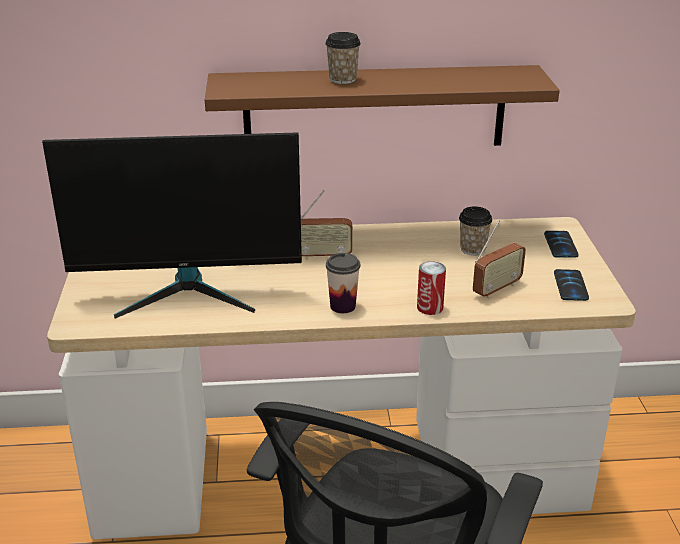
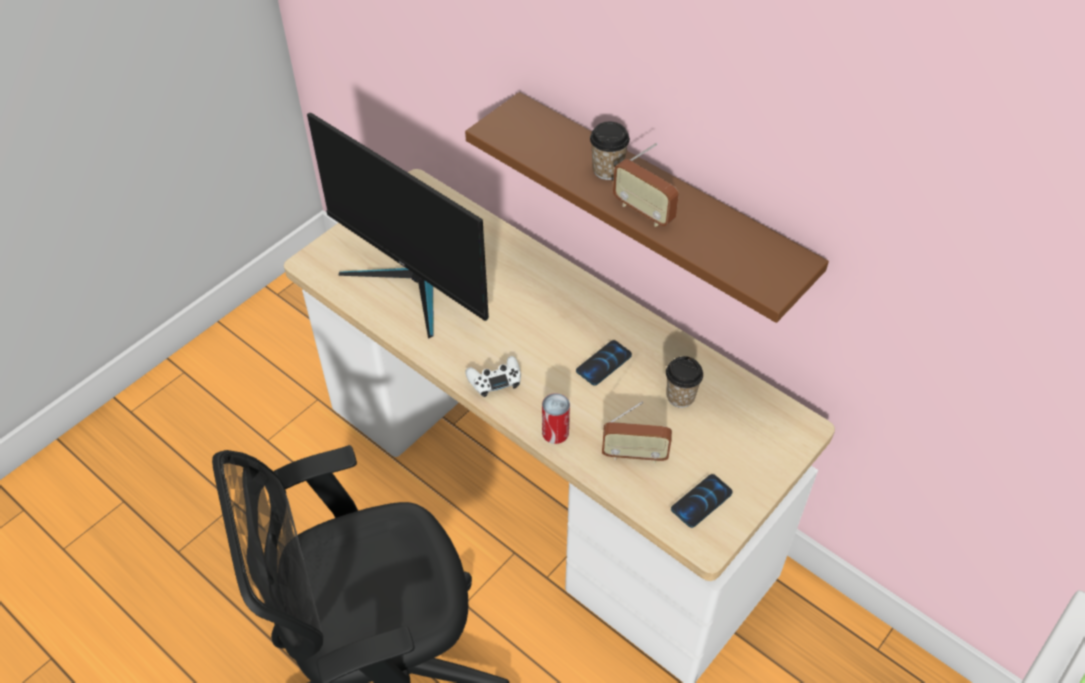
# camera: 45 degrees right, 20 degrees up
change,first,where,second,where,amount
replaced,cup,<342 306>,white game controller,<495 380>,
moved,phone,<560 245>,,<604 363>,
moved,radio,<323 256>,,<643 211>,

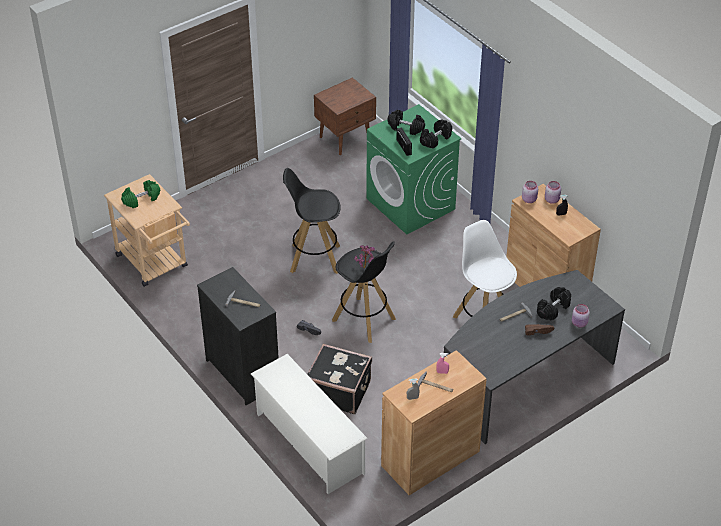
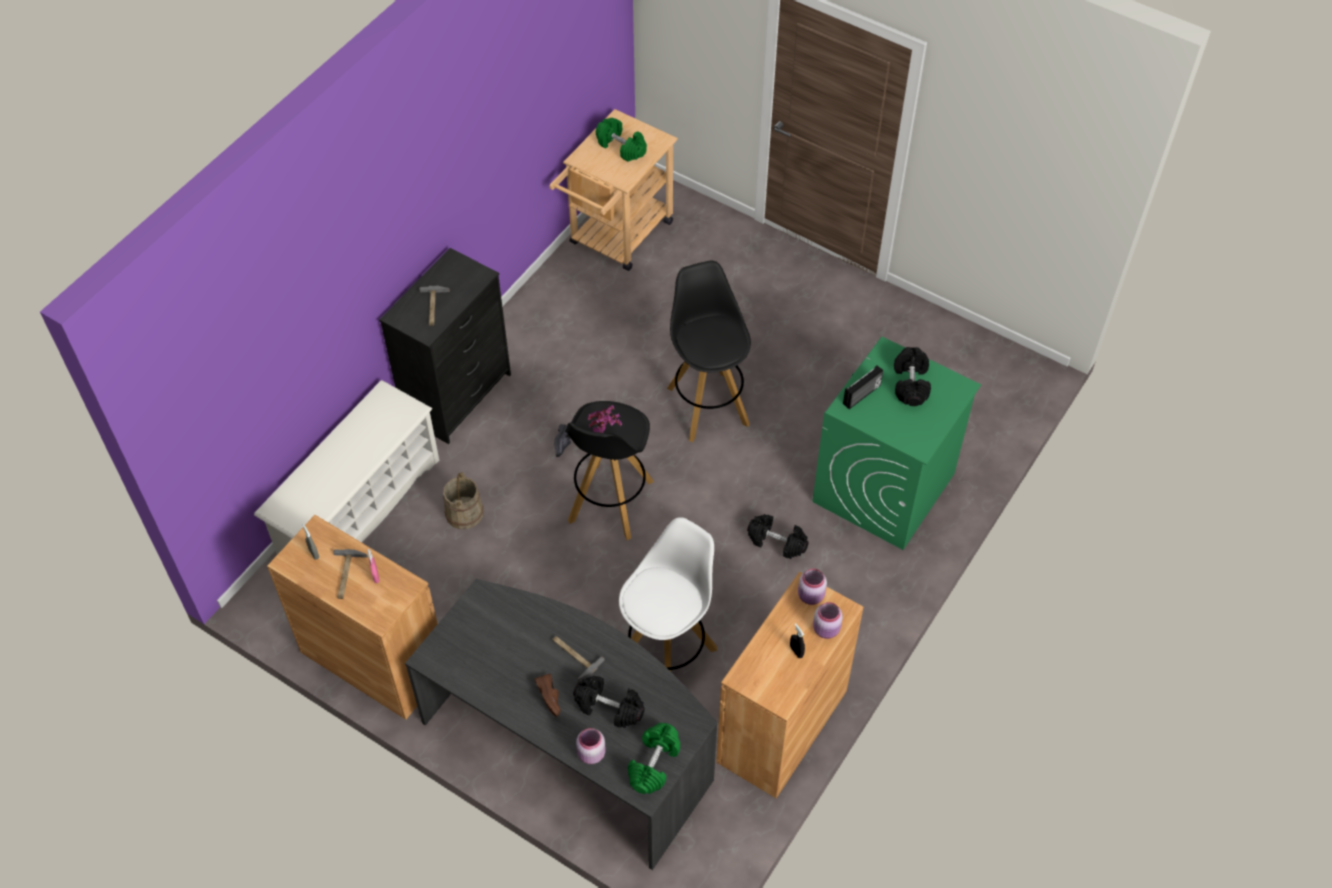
# camera: 70 degrees right, 10 degrees up
change,first,where,second,where,amount
replaced,black suitcase,<339 390>,beige bucket,<464 513>,
added,,,green dumbbell,<654 763>,
moved,black dumbbell,<435 139>,,<777 542>,
removed,brown nightstand,<345 138>,,,

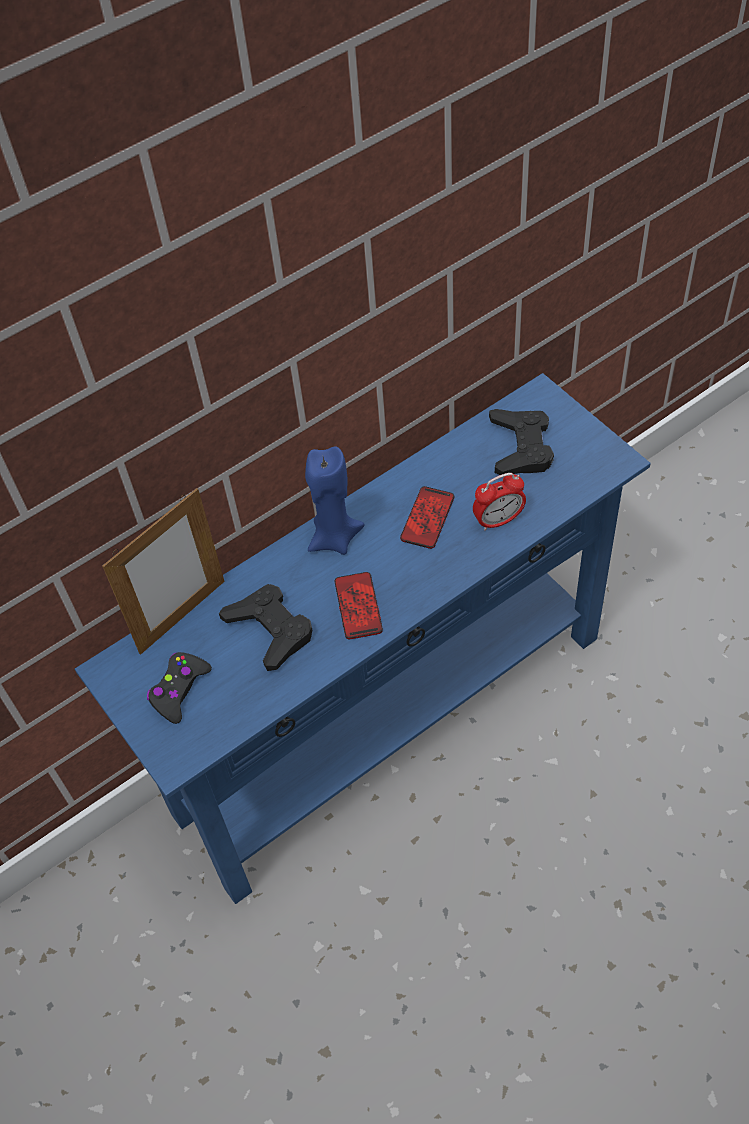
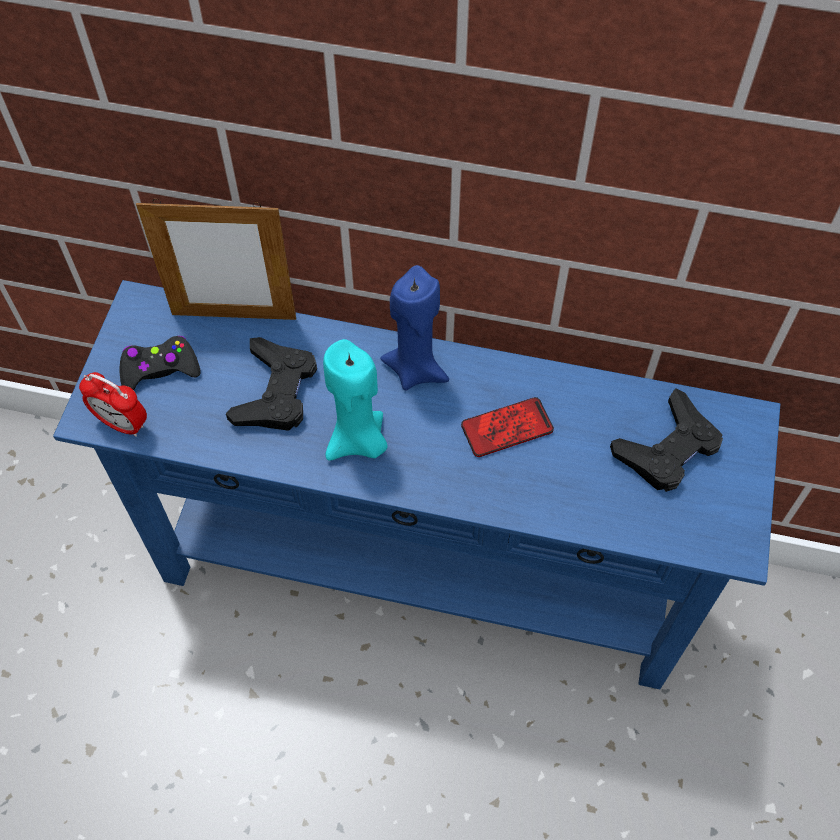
# camera: 45 degrees right, 5 degrees up
change,first,where,second,where,amount
moved,alarm clock,<498 520>,,<122 423>,
replaced,phone,<358 606>,turquoise candle,<359 442>,

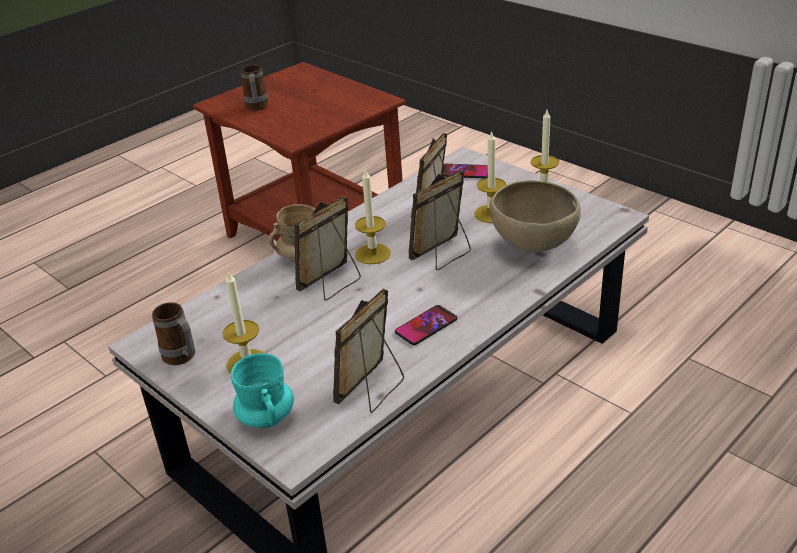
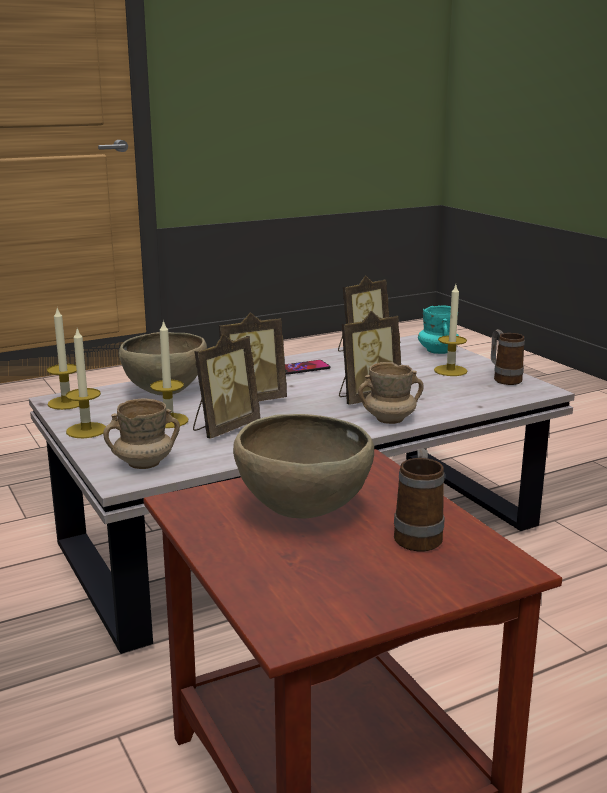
# camera: 165 degrees left, 15 degrees down
change,first,where,second,where,amount
moved,candle,<372 254>,,<66 403>,
replaced,phone,<464 172>,beige mug,<144 464>,
added,,,brown bowl,<303 514>,

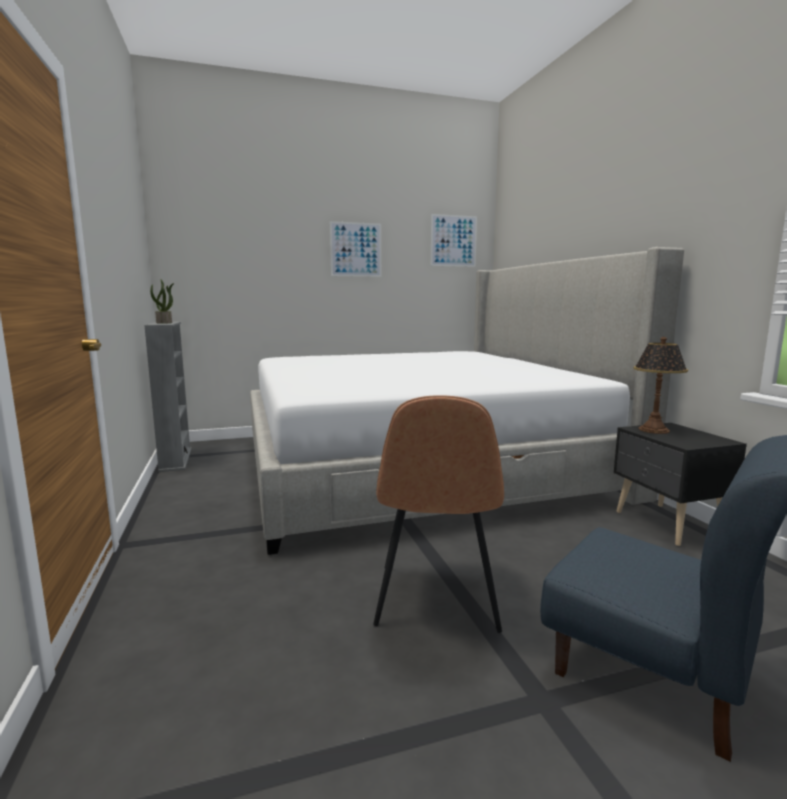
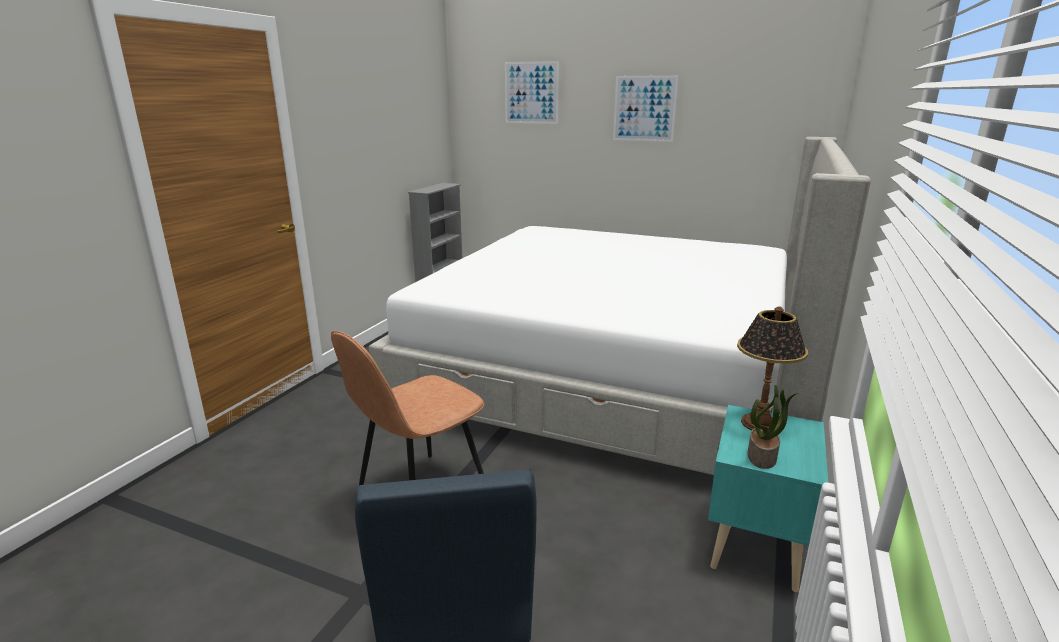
# camera: 40 degrees right, 10 degrees up
change,first,where,second,where,amount
moved,picture,<453 241>,,<531 93>,
recoloured,black nightstand,<667 525>,turquoise nightstand,<753 544>,
moved,potted plant,<164 323>,,<762 457>,

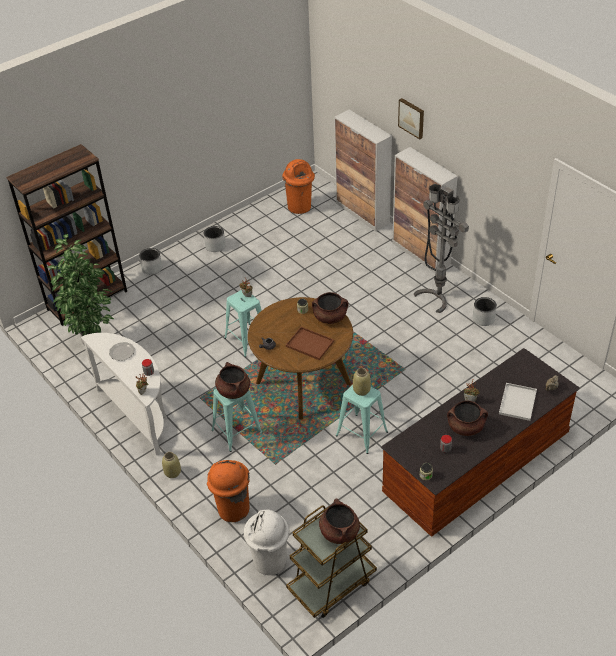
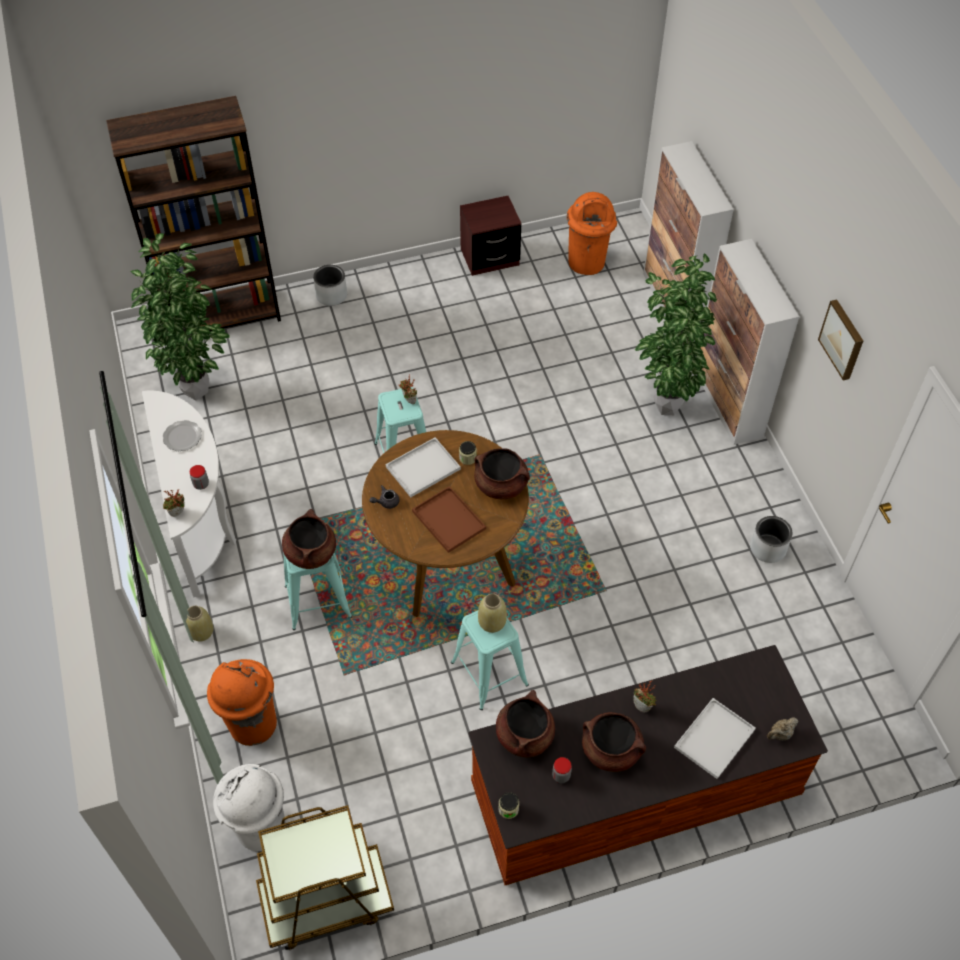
# camera: 20 degrees right, 10 degrees up
change,first,where,second,where,amount
added,,,white tray,<422 469>,
added,,,brown nightstand,<490 257>,
moved,brown cooking pot,<339 532>,,<524 735>,
added,,,potted plant,<664 405>,
moved,picture,<412 118>,,<843 339>,
removed,grey planter,<215 246>,,,
removed,grey floor lamp,<437 296>,,,

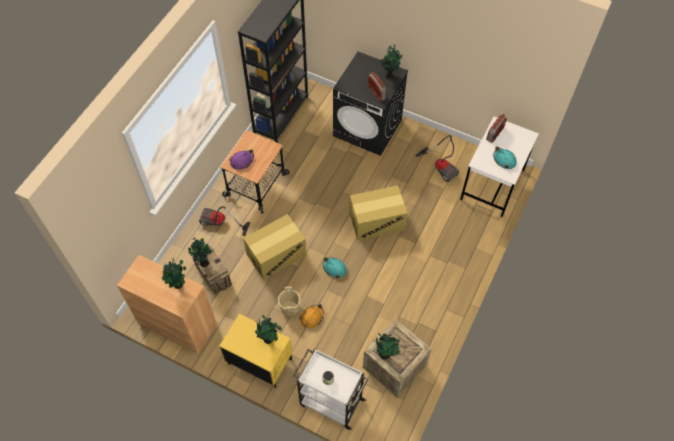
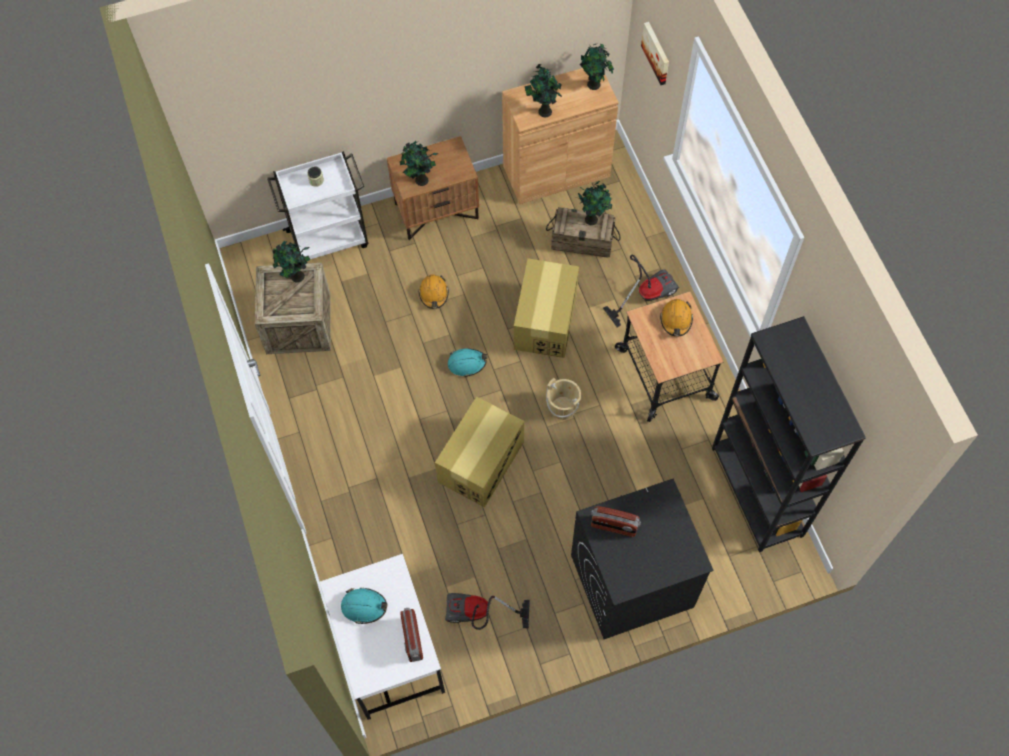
# camera: 135 degrees right, 5 degrees up
change,first,where,second,where,amount
recoloured,yellow nightstand,<259 362>,brown nightstand,<436 210>,
moved,beige bucket,<290 308>,,<563 407>,
moved,potted plant,<389 76>,,<594 85>,
added,,,picture,<657 53>,
recoloured,purple hard hat,<242 161>,orange hard hat,<676 320>,

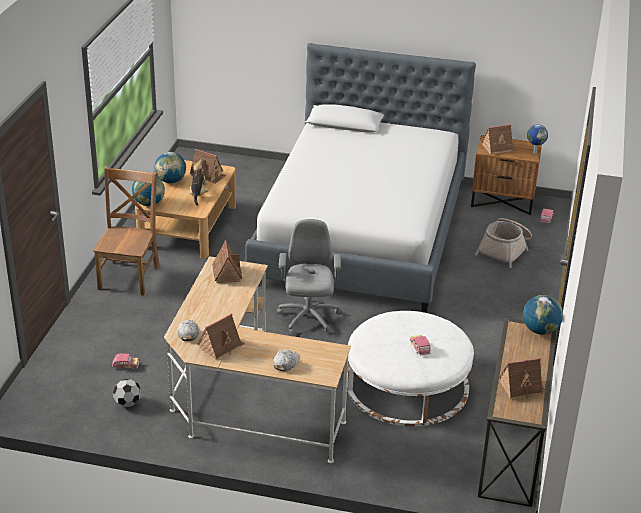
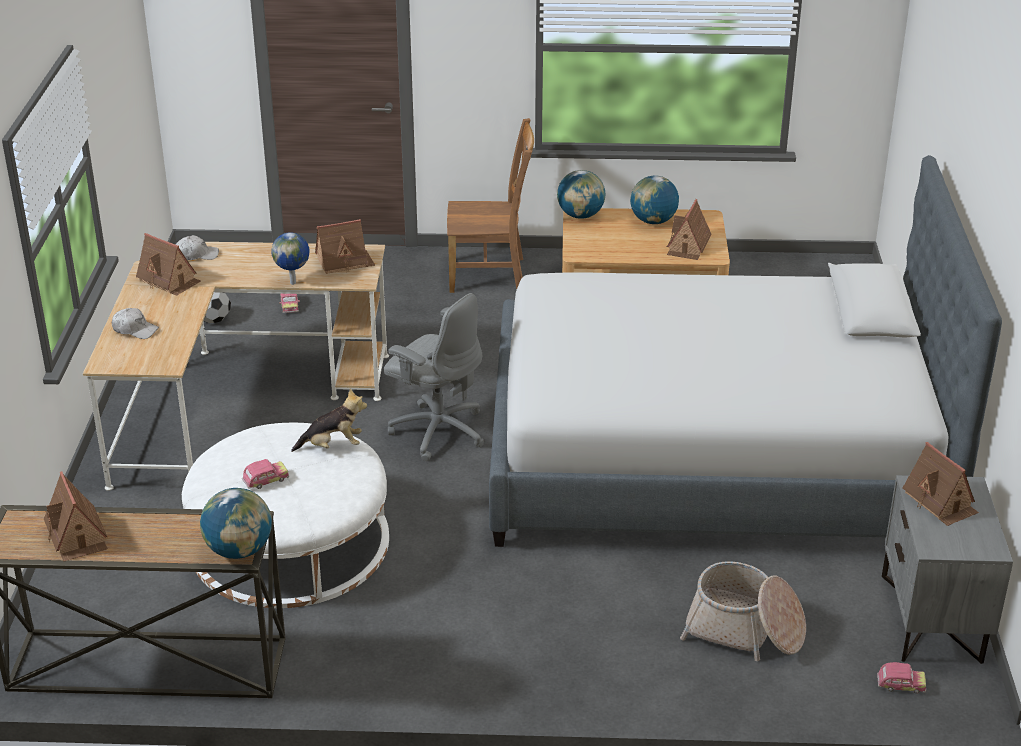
# camera: 80 degrees right, 0 degrees up
change,first,where,second,where,amount
moved,globe,<534 152>,,<294 282>,
moved,plush toy,<198 194>,,<333 446>,
turned,grey office chair,<308 319>,,<438 431>,45 degrees clockwise
recoloured,brown nightstand,<503 201>,grey nightstand,<933 619>,

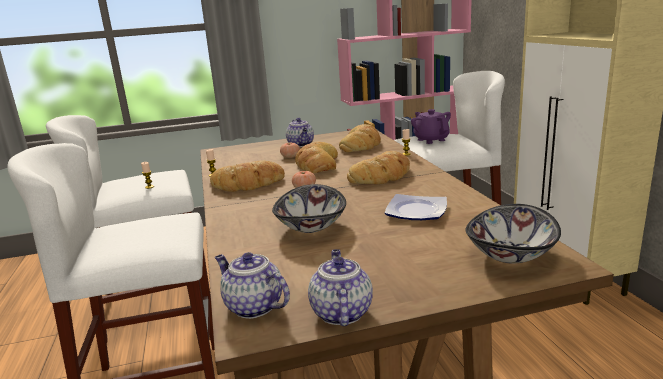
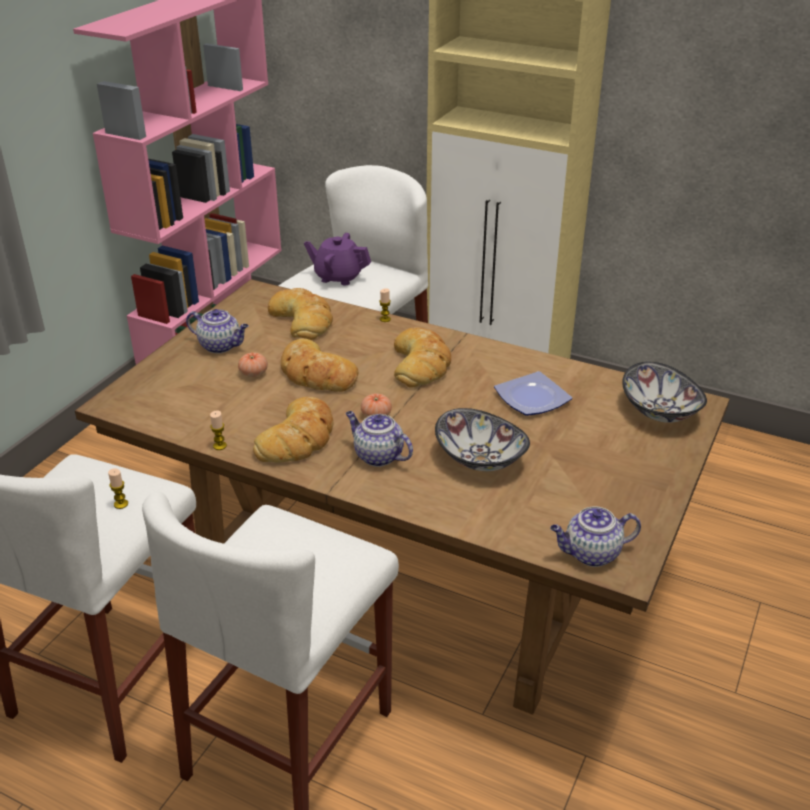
# camera: 50 degrees left, 15 degrees up
change,first,where,second,where,amount
moved,teapot,<340 312>,,<377 456>,

